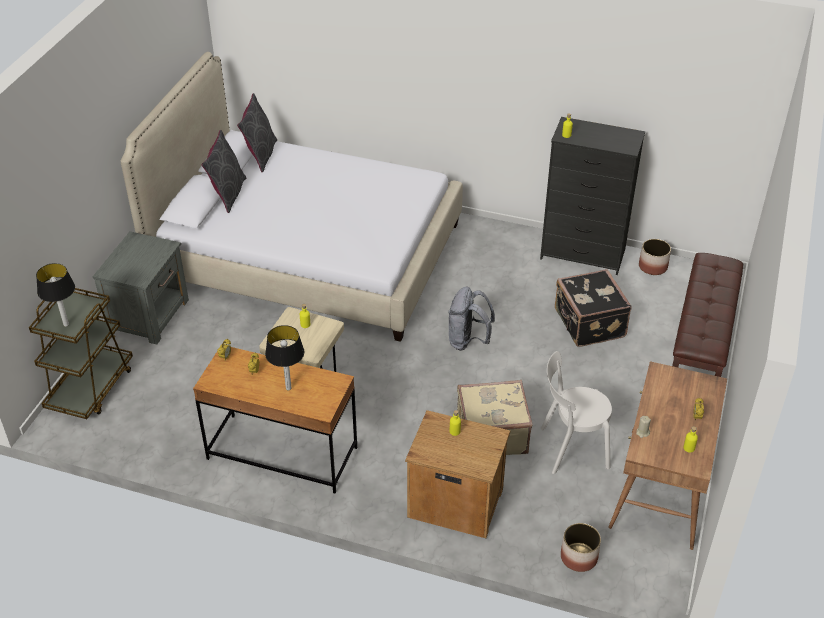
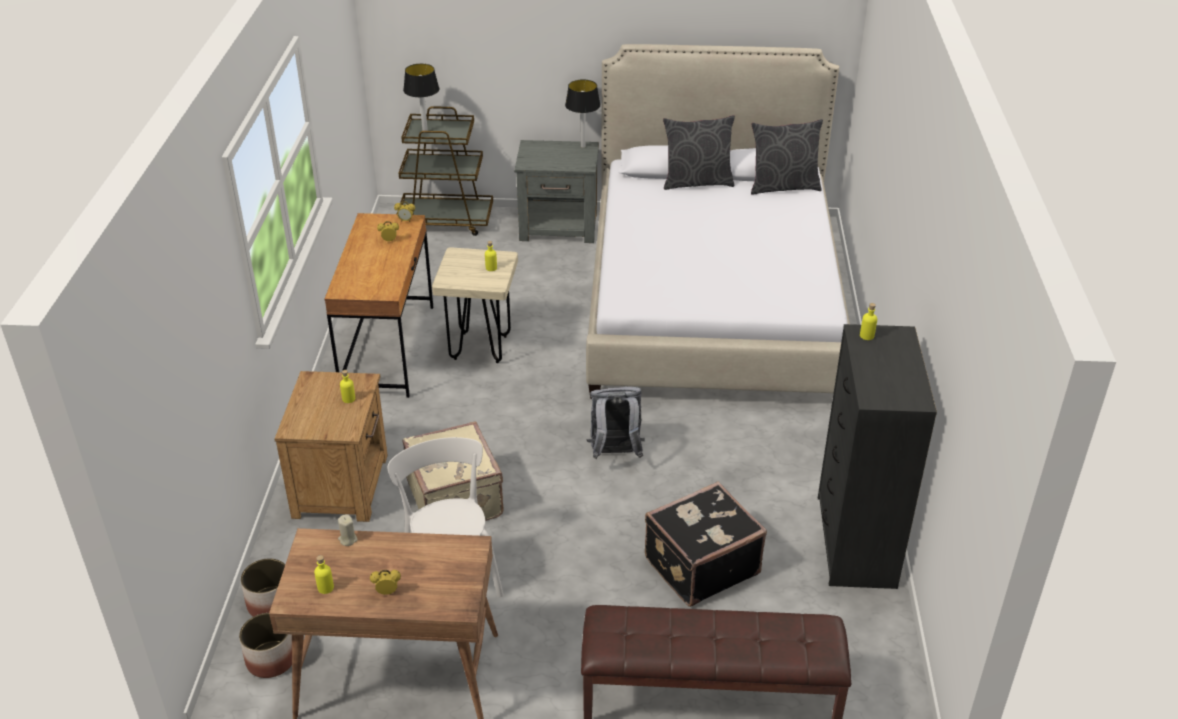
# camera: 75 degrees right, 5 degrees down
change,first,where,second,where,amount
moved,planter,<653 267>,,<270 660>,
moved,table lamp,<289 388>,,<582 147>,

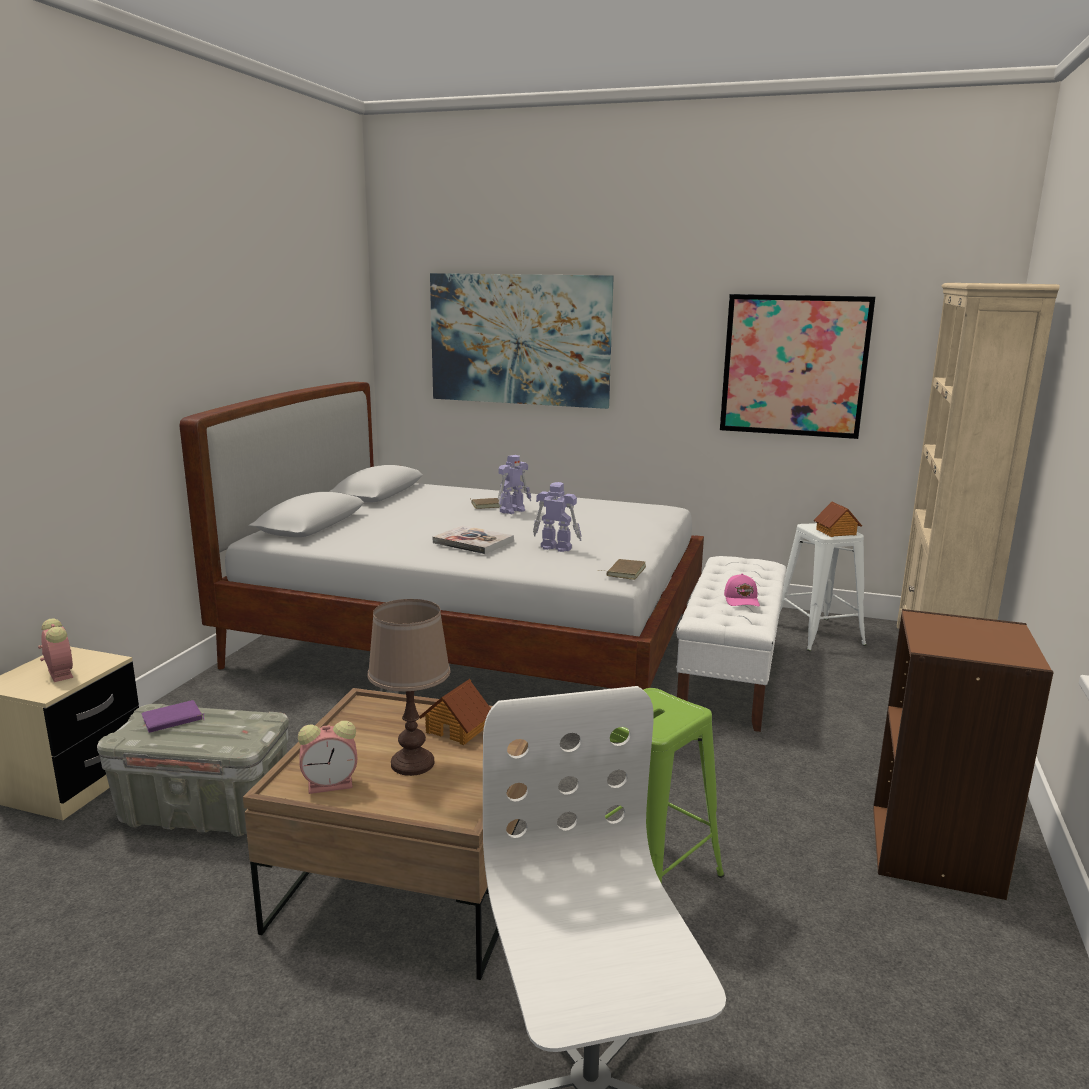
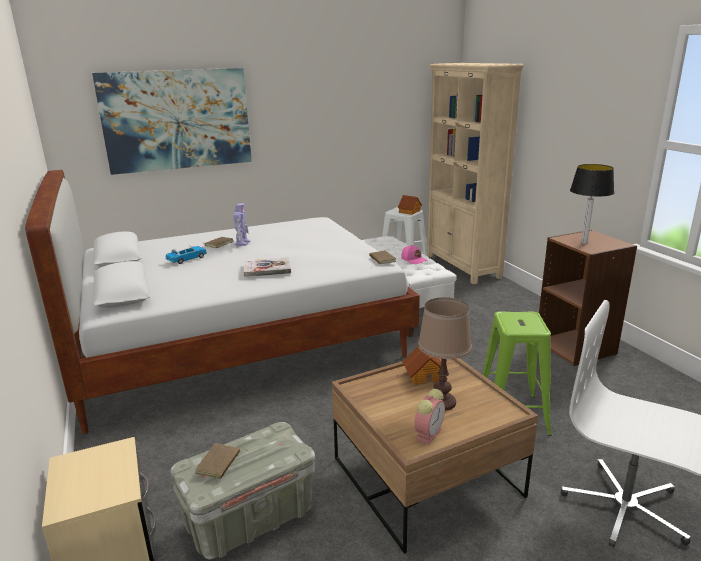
# camera: 40 degrees left, 5 degrees up
change,first,where,second,where,amount
added,,,toy car,<187 259>,
recoloured,purple book,<173 720>,brown book,<219 463>,
added,,,table lamp,<584 243>,
removed,alarm clock,<59 673>,,,
removed,toy robot,<555 547>,,,
removed,picture,<794 365>,,,

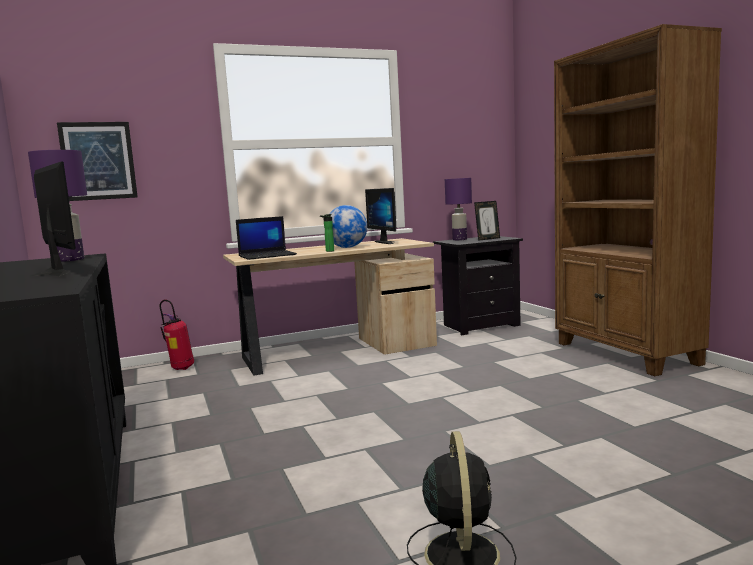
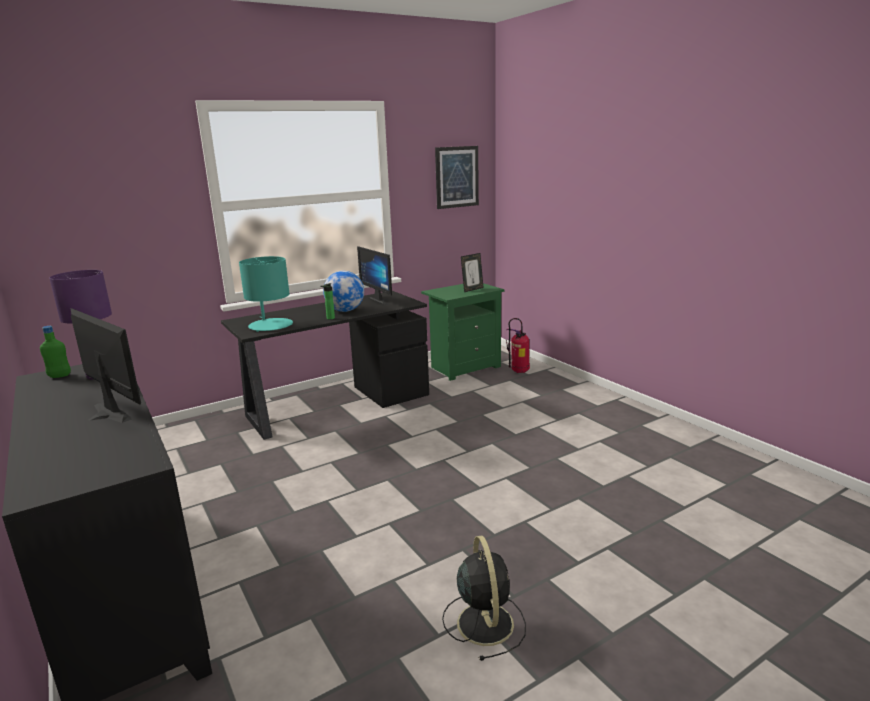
# camera: 10 degrees left, 10 degrees up
change,first,where,second,where,amount
added,,,green bottle,<59 376>,
recoloured,beige desk,<335 351>,black desk,<335 405>,
replaced,laptop,<268 255>,turquoise table lamp,<270 325>,
recoloured,black nightstand,<479 325>,green nightstand,<464 367>,
moved,picture,<98 161>,,<456 177>,
moved,fire extinguisher,<180 369>,,<519 372>,
removed,purple table lamp,<459 239>,,,
removed,brown bookcase,<625 354>,,,

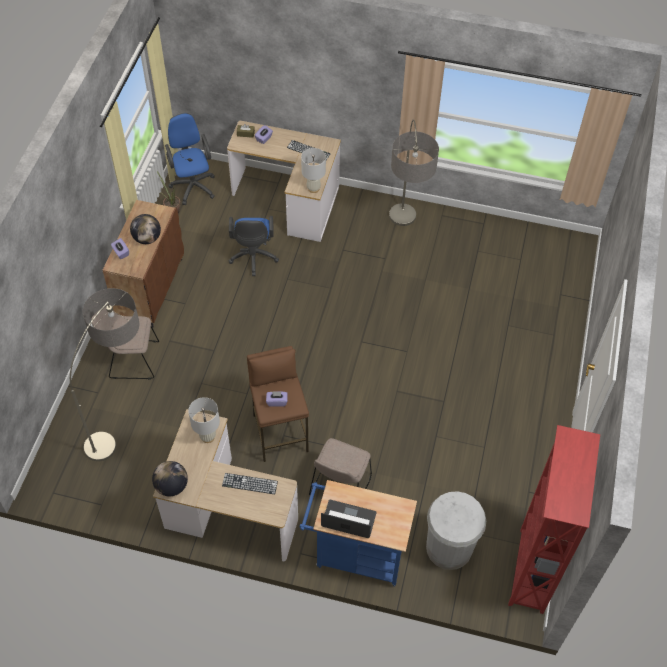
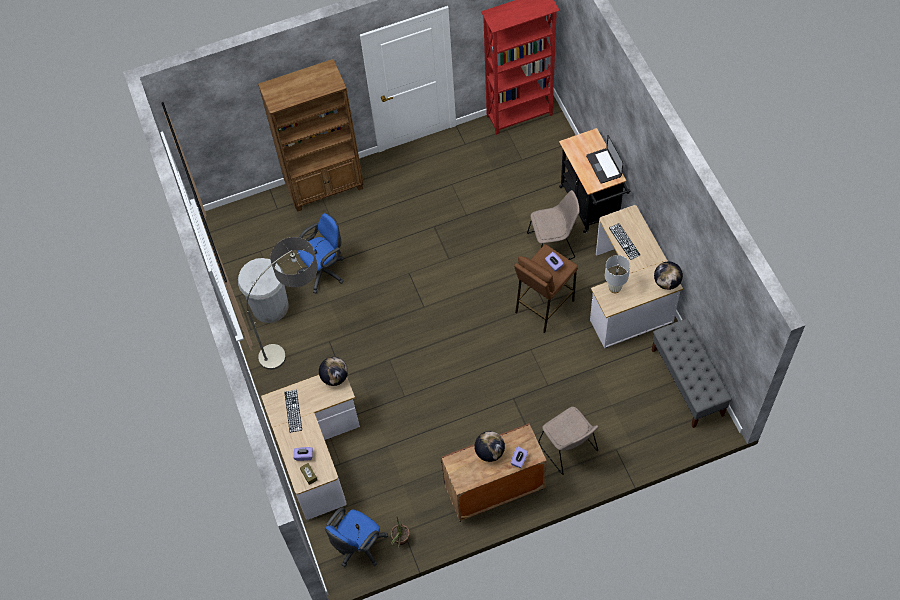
# camera: 120 degrees left, 5 degrees up
change,first,where,second,where,amount
moved,white trash can,<449 547>,,<270 306>,
added,,,brown bookcase,<325 187>,
moved,blue office chair,<253 258>,,<325 270>,
replaced,white table lamp,<313 188>,globe,<335 377>,
recoloured,blue cart,<355 554>,black cart,<591 207>,
added,,,grey bench,<687 382>,
removed,floor lamp,<124 419>,,,

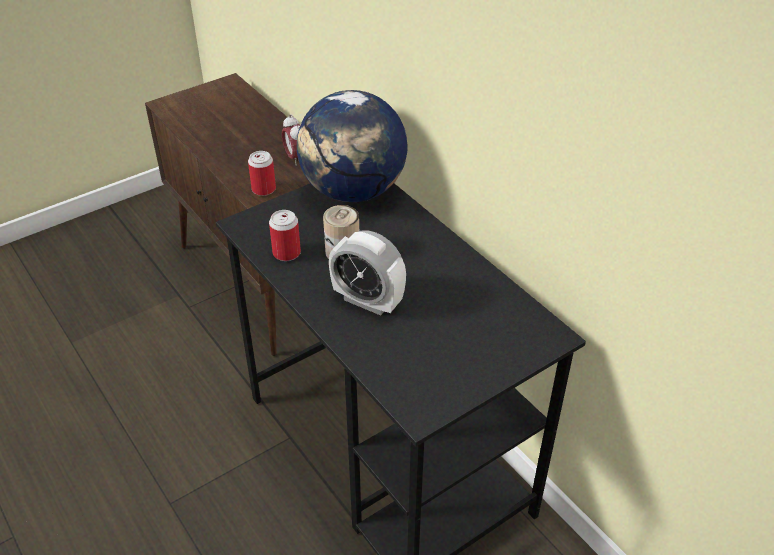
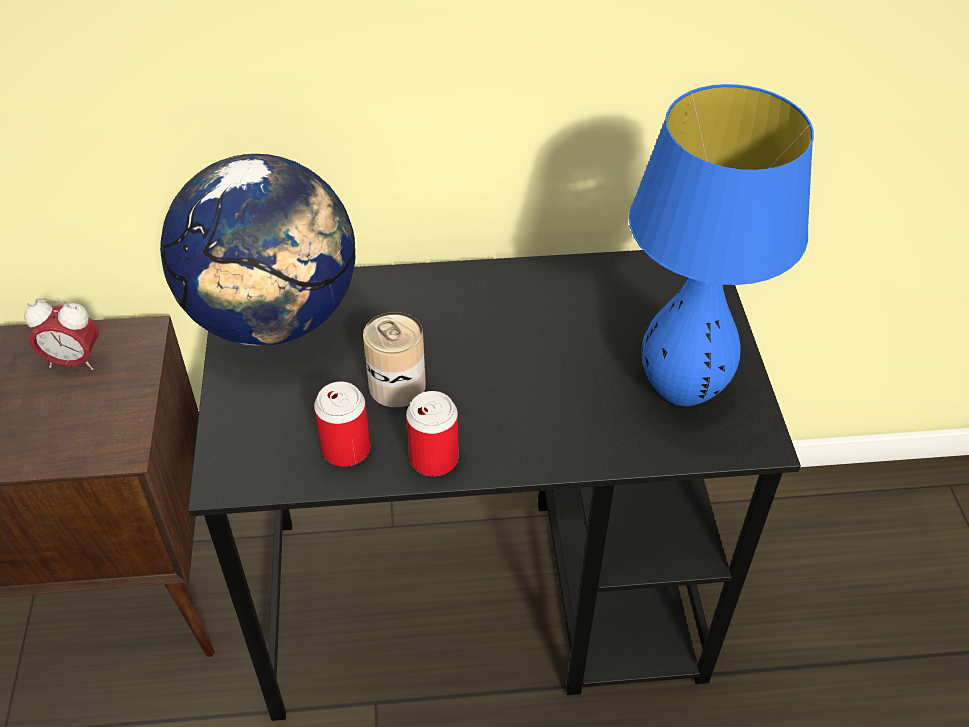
# camera: 60 degrees left, 5 degrees up
change,first,where,second,where,amount
moved,can,<263 189>,,<434 458>,
added,,,blue table lamp,<682 391>,
removed,alarm clock,<367 301>,,,

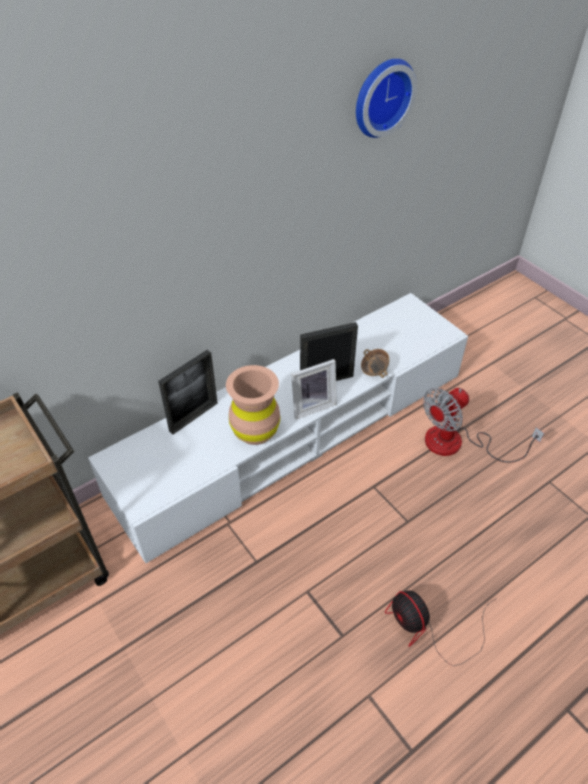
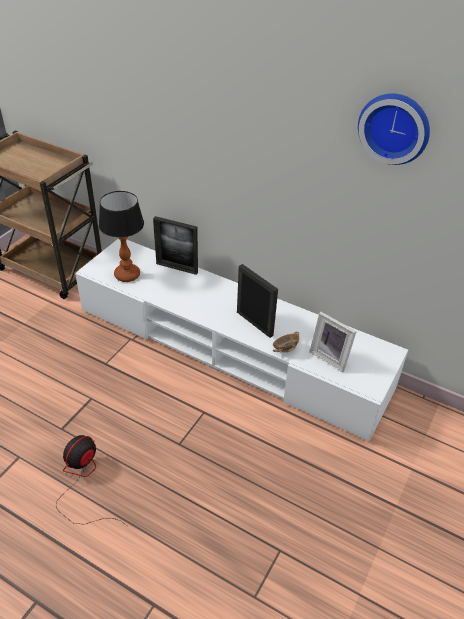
# camera: 65 degrees right, 5 degrees down
change,first,where,second,where,amount
added,,,table lamp,<127 274>,
moved,picture frame,<312 405>,,<330 357>,
removed,brown vase,<255 431>,,,
removed,fan,<457 444>,,,

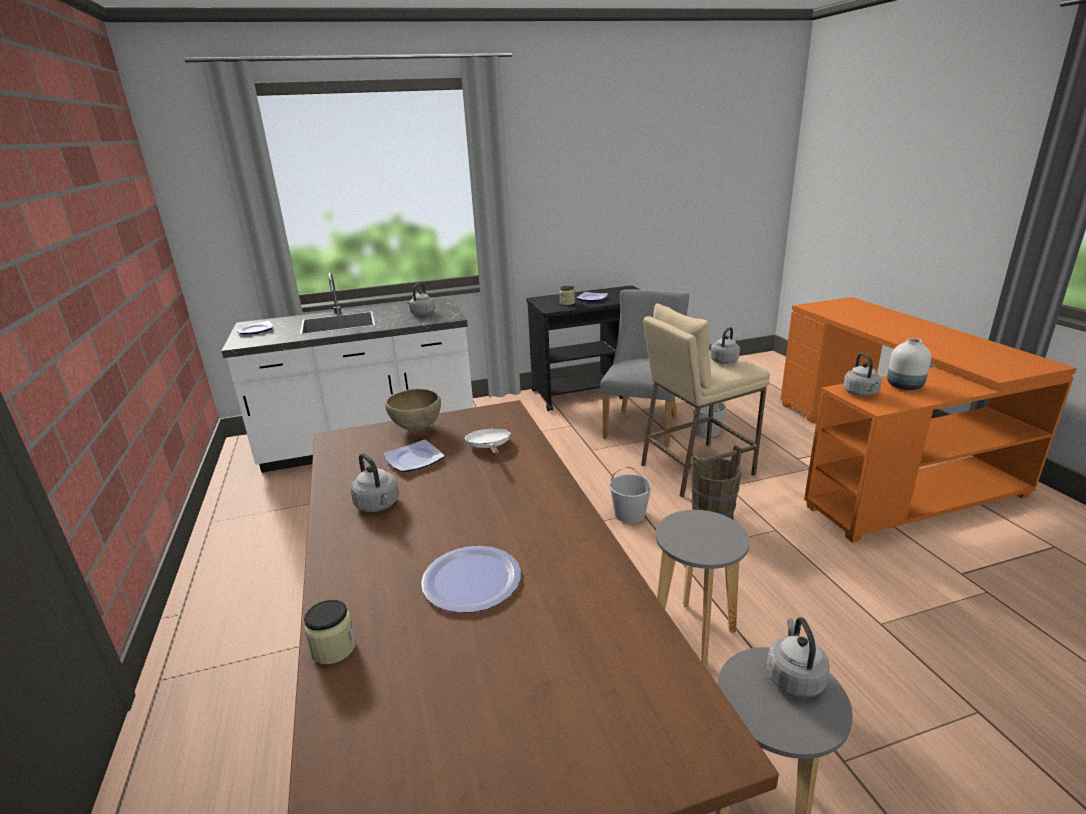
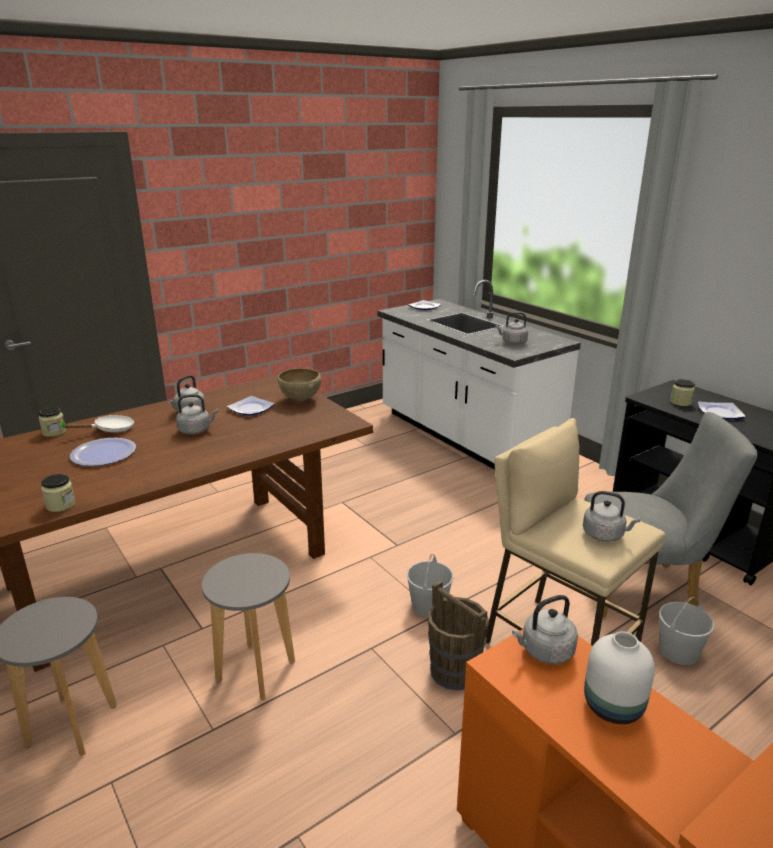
# camera: 70 degrees right, 0 degrees up
change,first,where,second,where,amount
added,,,jar,<61 505>,
moved,white frying pan,<489 446>,,<110 430>,
moved,grey kettle,<794 676>,,<196 430>,

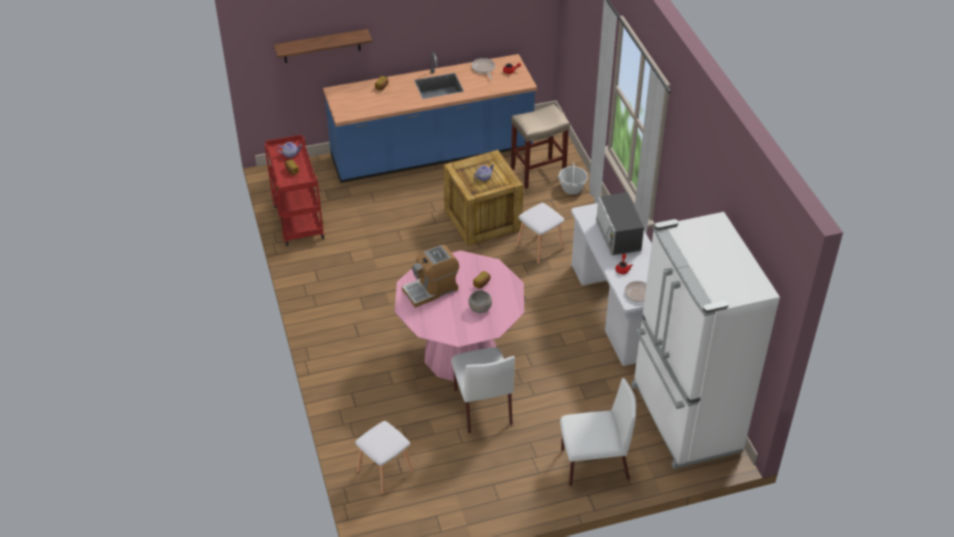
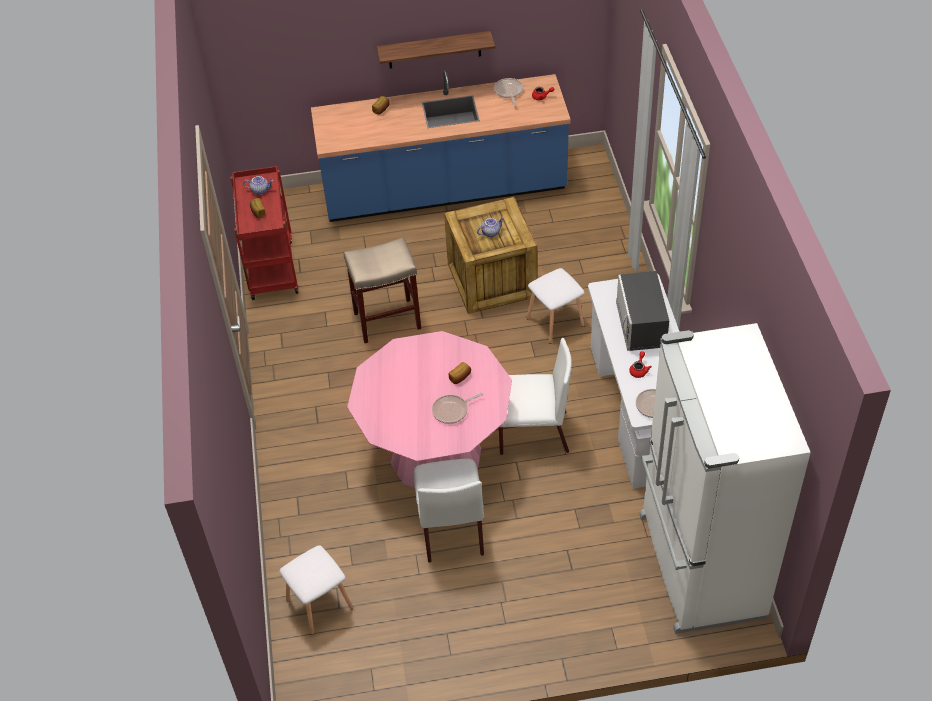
# camera: 10 degrees right, 5 degrees up
change,first,where,second,where,amount
moved,beige stool,<538 172>,,<388 320>,
moved,shelf,<322 46>,,<434 50>,
replaced,grey bowl,<480 308>,frying pan,<452 410>,
moved,white chair,<593 464>,,<531 433>,
removed,coffee machine,<431 289>,,,
removed,basket,<572 188>,,,

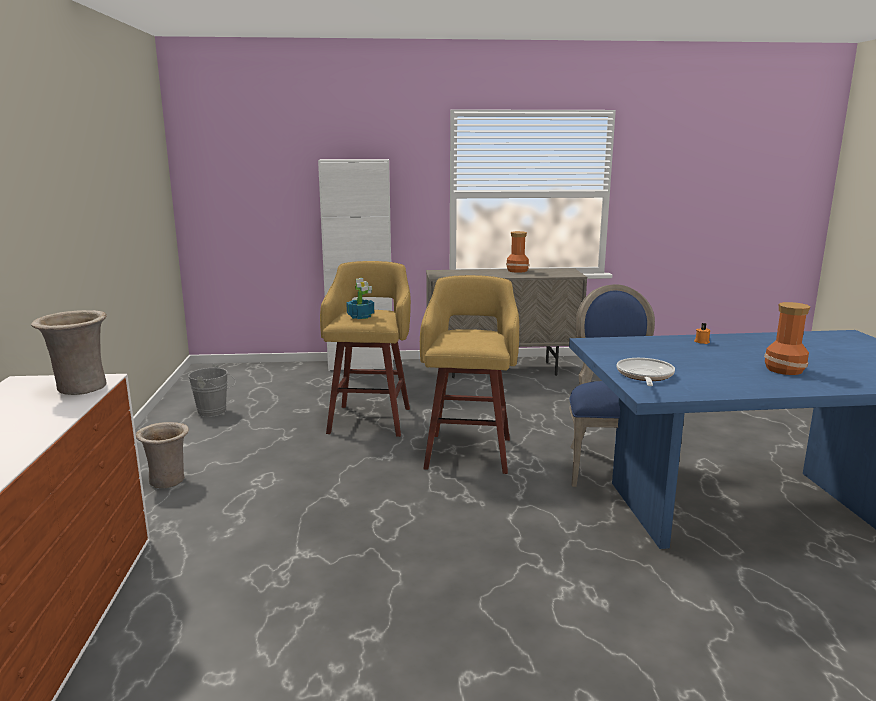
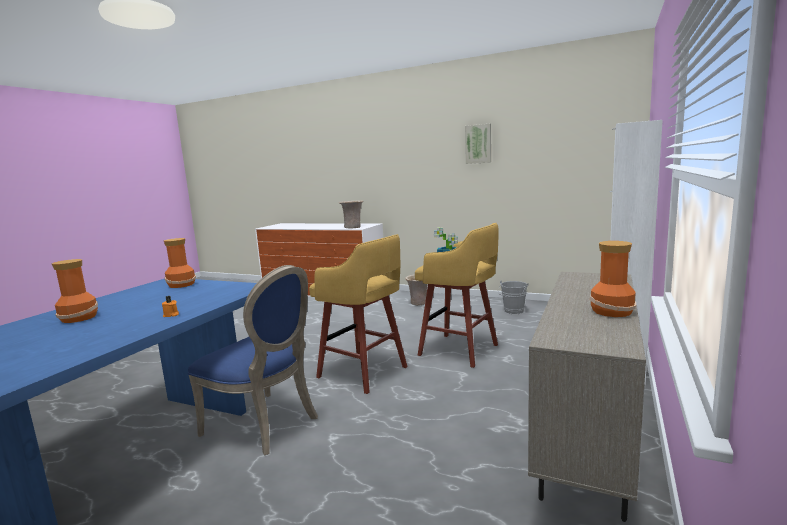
# camera: 120 degrees right, 5 degrees down
change,first,where,second,where,amount
replaced,frying pan,<644 376>,vase,<181 284>,
added,,,picture,<478 144>,

